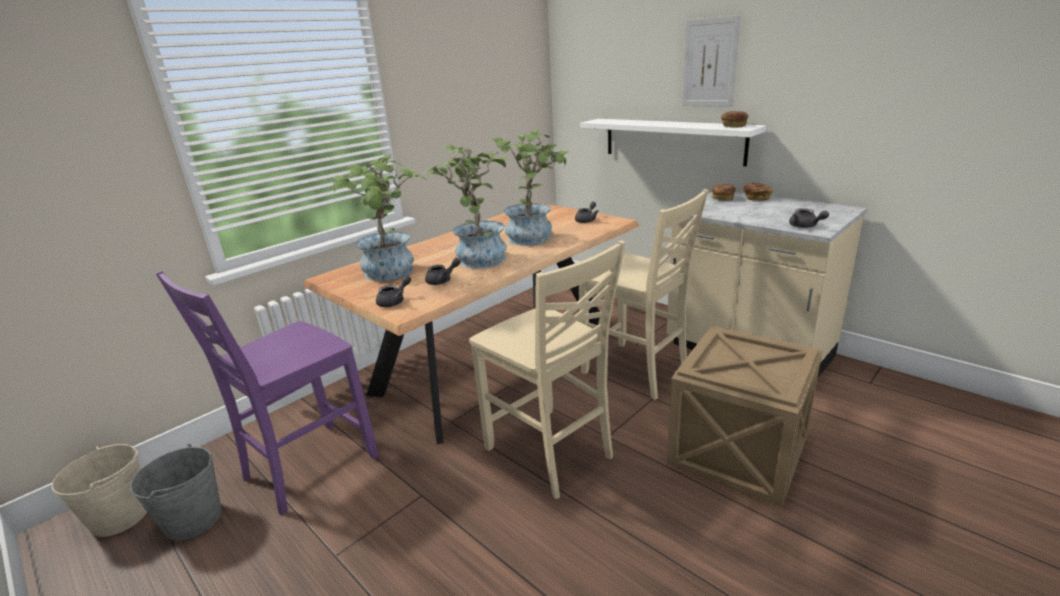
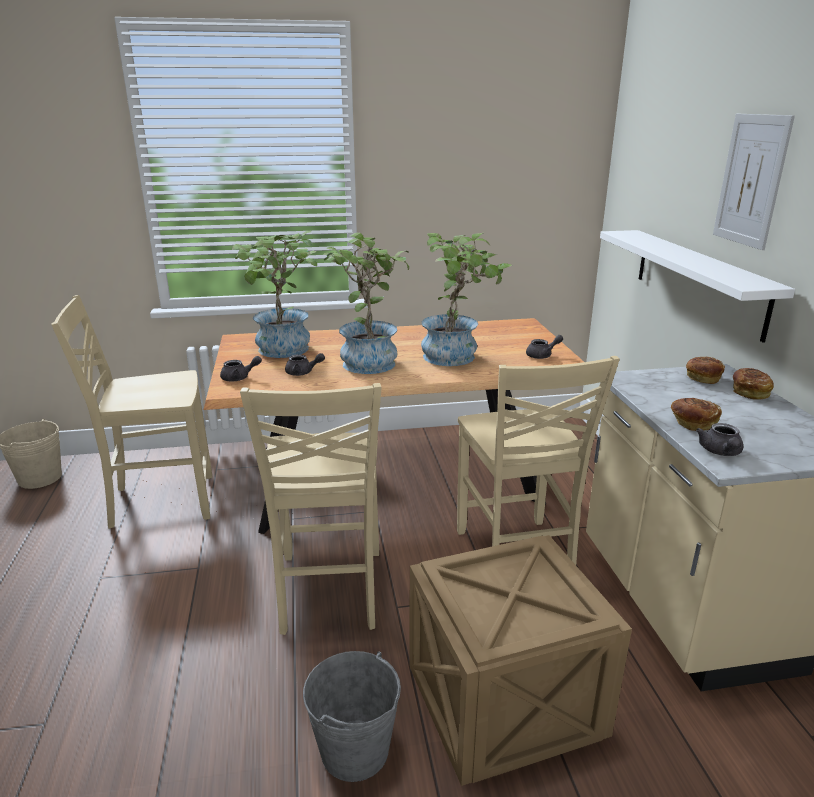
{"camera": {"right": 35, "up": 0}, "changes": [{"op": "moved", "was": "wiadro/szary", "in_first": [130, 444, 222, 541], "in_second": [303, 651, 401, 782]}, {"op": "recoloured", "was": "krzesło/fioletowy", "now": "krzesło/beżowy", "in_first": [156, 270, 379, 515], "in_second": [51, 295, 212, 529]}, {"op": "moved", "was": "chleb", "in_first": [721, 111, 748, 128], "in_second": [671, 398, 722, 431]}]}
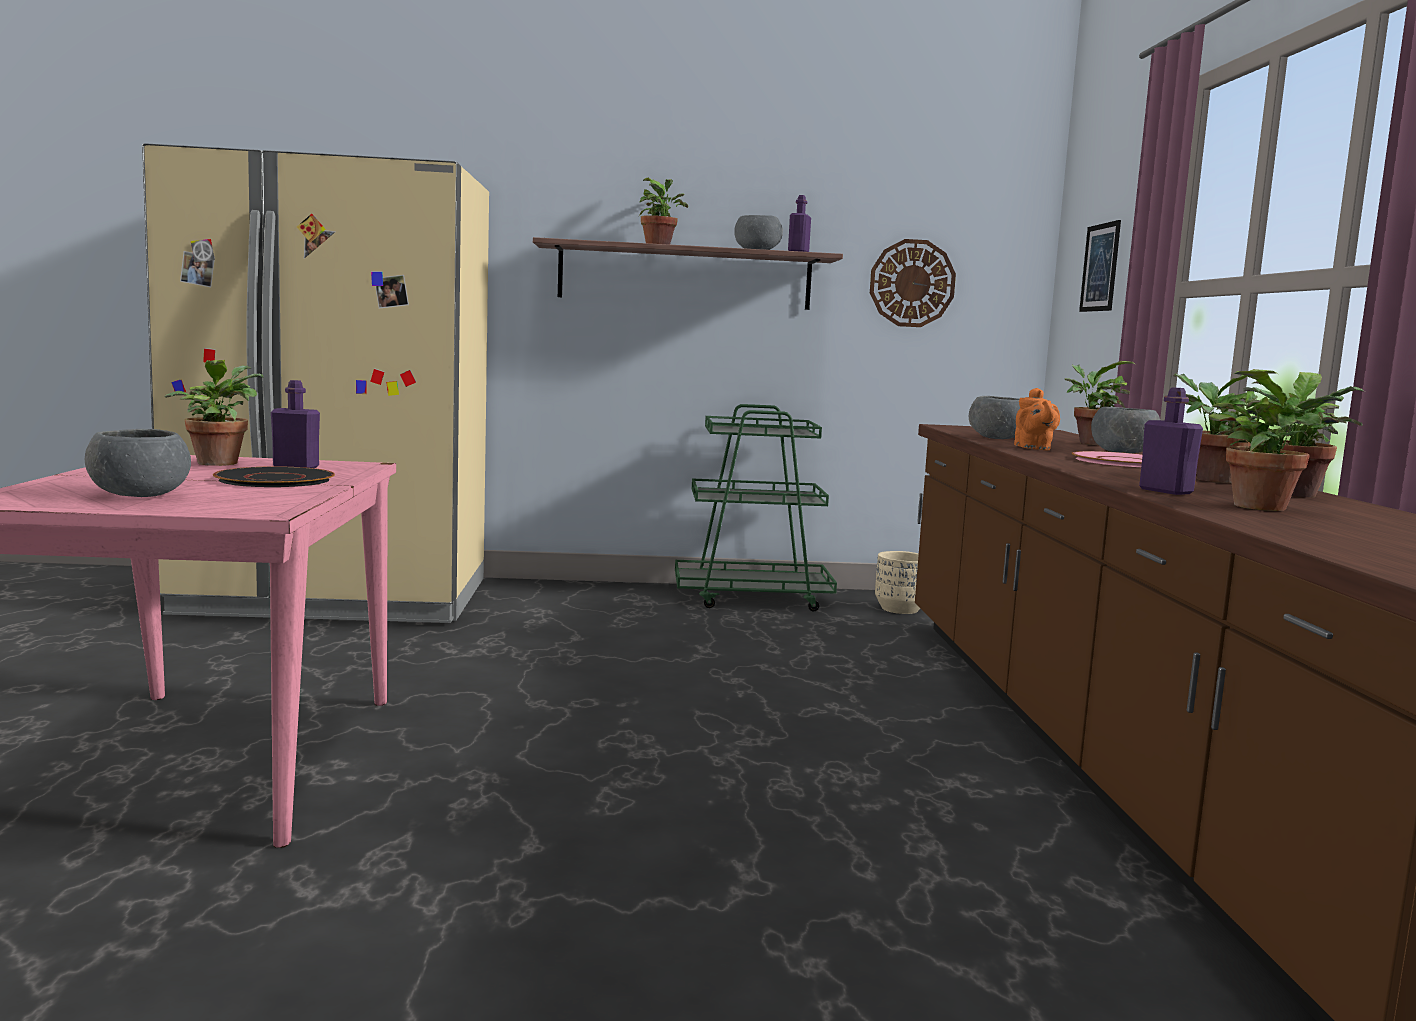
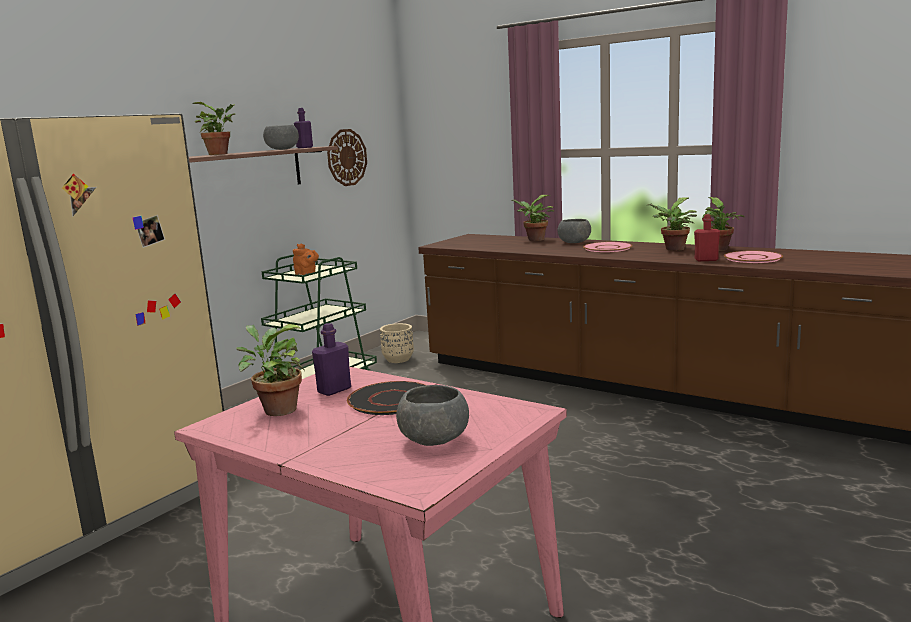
{"camera": {"right": -50, "up": 5}, "changes": [{"op": "removed", "was": "miska/szary", "in_first": [969, 396, 1020, 439]}, {"op": "moved", "was": "imbryk/pomarańczowy", "in_first": [1014, 388, 1060, 450], "in_second": [293, 244, 319, 275]}, {"op": "removed", "was": "obraz", "in_first": [1079, 220, 1121, 312]}, {"op": "recoloured", "was": "butelka/fioletowy", "now": "butelka/czerwony", "in_first": [1139, 387, 1203, 495], "in_second": [694, 214, 720, 261]}, {"op": "replaced", "was": "roślina doniczkowa", "now": "talerz/różowy", "in_first": [1209, 371, 1365, 511], "in_second": [724, 251, 783, 263]}]}
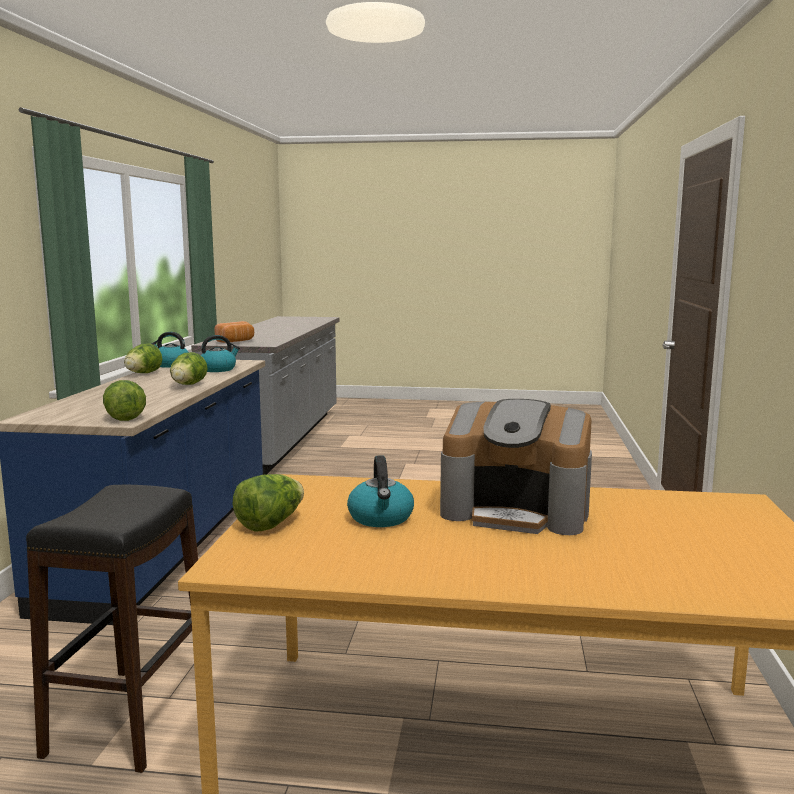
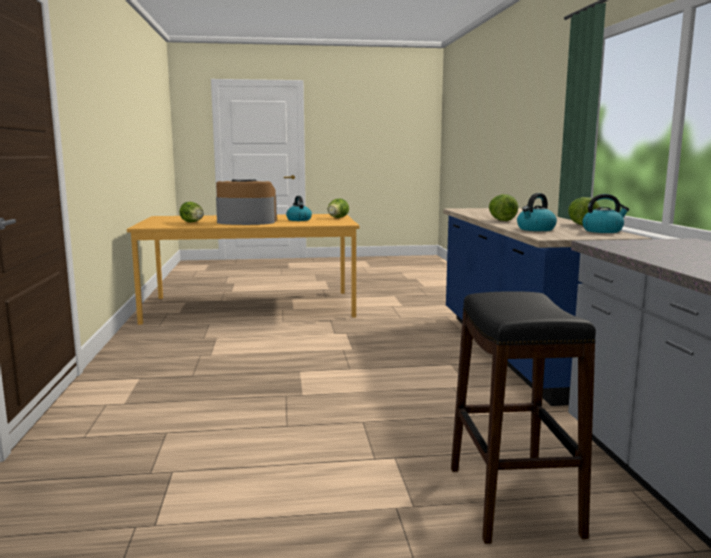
{"camera": {"right": 165, "up": 0}, "changes": [{"op": "moved", "was": "stołek/czarny", "in_first": [26, 485, 198, 773], "in_second": [451, 291, 596, 544]}, {"op": "moved", "was": "sałata", "in_first": [103, 380, 146, 421], "in_second": [179, 202, 204, 222]}, {"op": "removed", "was": "chleb", "in_first": [215, 321, 254, 343]}]}
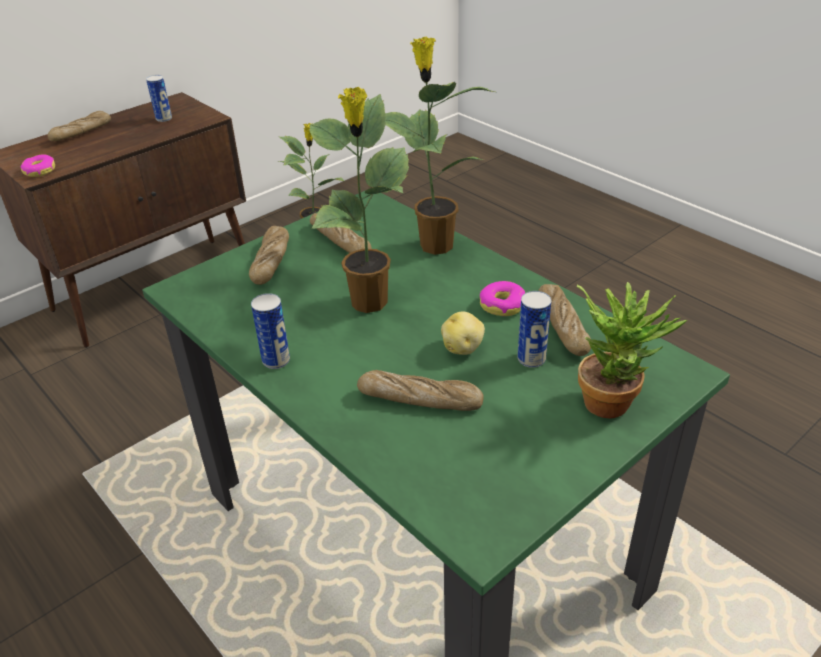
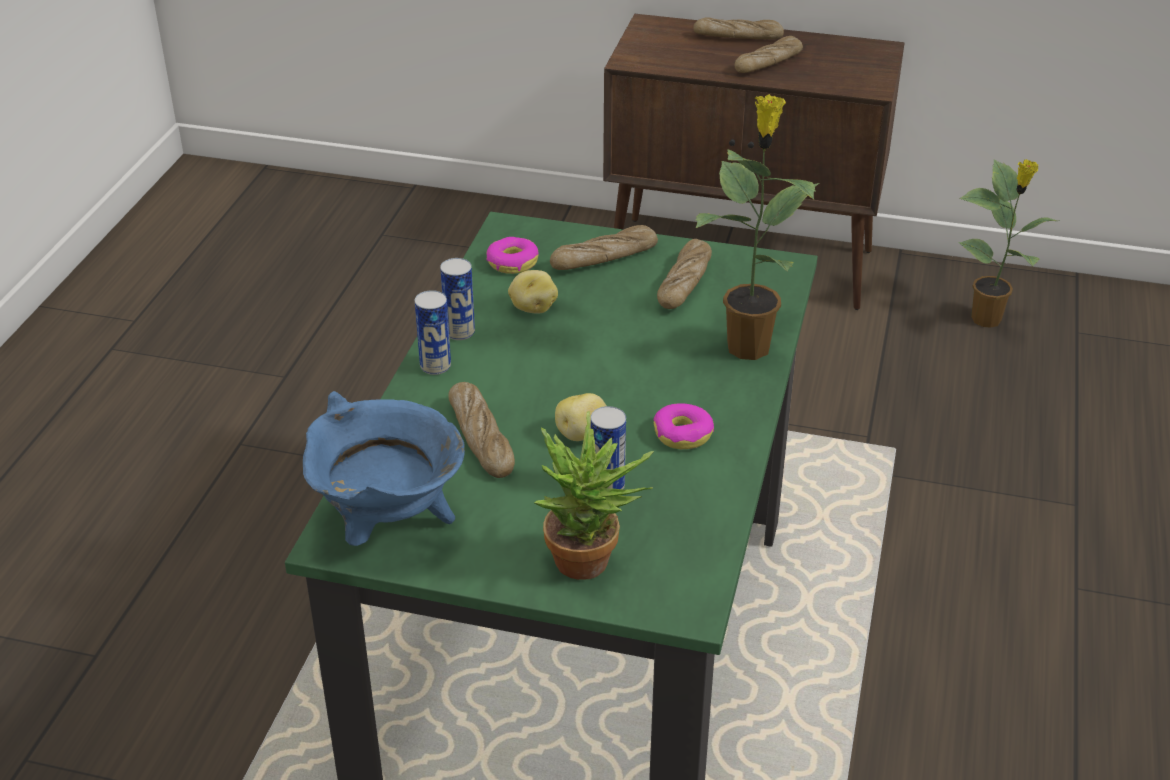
{"camera": {"right": 55, "up": 0}, "changes": [{"op": "moved", "was": "donut", "in_first": [20, 154, 55, 177], "in_second": [486, 237, 539, 274]}, {"op": "moved", "was": "puszka", "in_first": [146, 75, 172, 122], "in_second": [415, 290, 451, 375]}, {"op": "removed", "was": "roślina doniczkowa", "in_first": [309, 87, 409, 313]}, {"op": "moved", "was": "chleb", "in_first": [538, 284, 591, 356], "in_second": [735, 36, 803, 73]}, {"op": "added", "now": "garnek/niebieski", "in_second": [303, 391, 465, 546]}, {"op": "added", "now": "ziemniak", "in_second": [508, 270, 558, 314]}]}
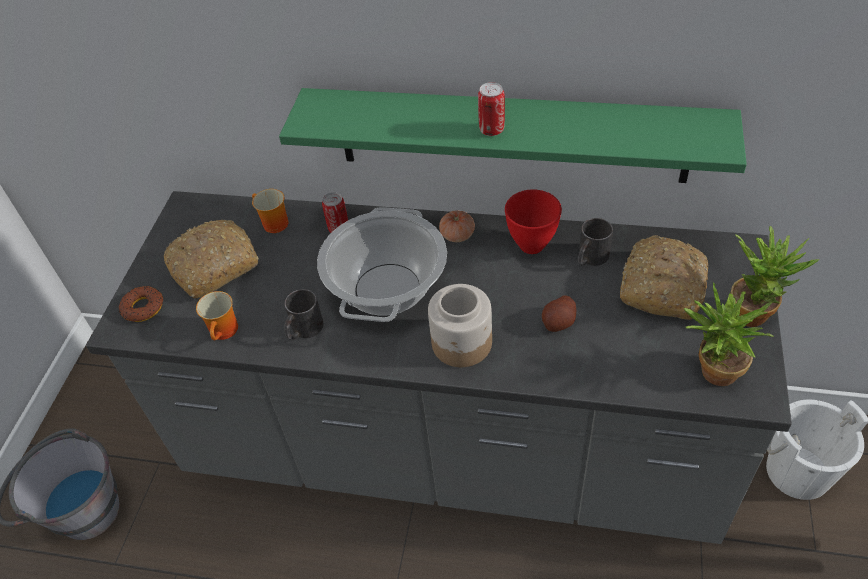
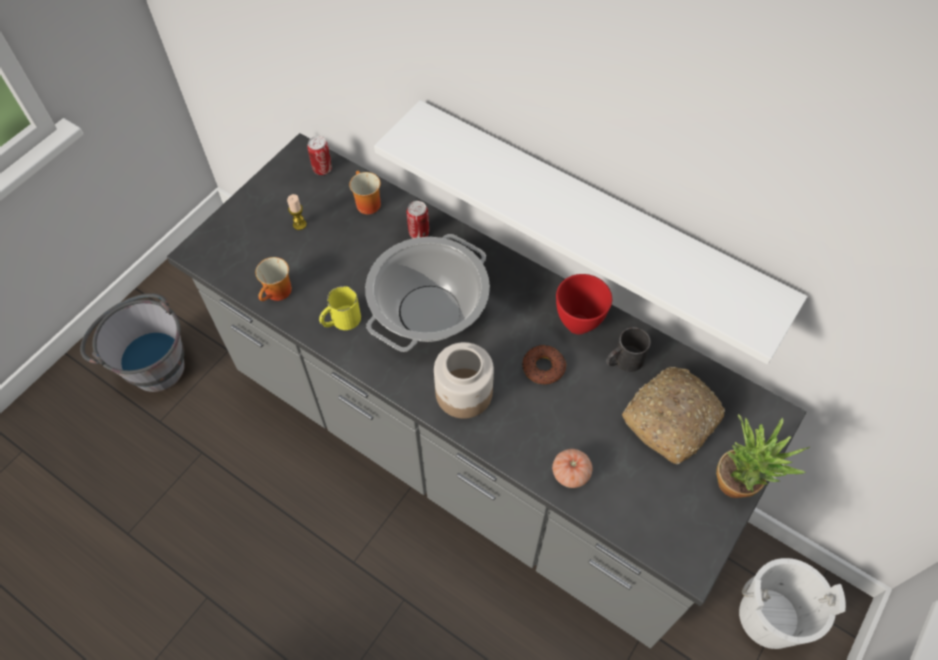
{"camera": {"right": 20, "up": 10}, "changes": [{"op": "moved", "was": "donut", "in_first": [119, 286, 163, 322], "in_second": [522, 345, 566, 384]}, {"op": "replaced", "was": "chleb", "now": "świeca", "in_first": [164, 220, 259, 299], "in_second": [287, 194, 307, 230]}, {"op": "recoloured", "was": "półka/zielony", "now": "półka/biały", "in_first": [279, 88, 747, 183], "in_second": [374, 100, 807, 364]}, {"op": "recoloured", "was": "kubek/czarny", "now": "kubek/żółty", "in_first": [284, 289, 324, 340], "in_second": [319, 286, 361, 330]}, {"op": "moved", "was": "pomidor", "in_first": [439, 210, 475, 242], "in_second": [552, 449, 593, 488]}, {"op": "moved", "was": "puszka", "in_first": [478, 82, 505, 136], "in_second": [307, 136, 332, 175]}, {"op": "removed", "was": "ziemniak", "in_first": [542, 295, 576, 332]}, {"op": "removed", "was": "roślina doniczkowa", "in_first": [684, 282, 773, 386]}]}
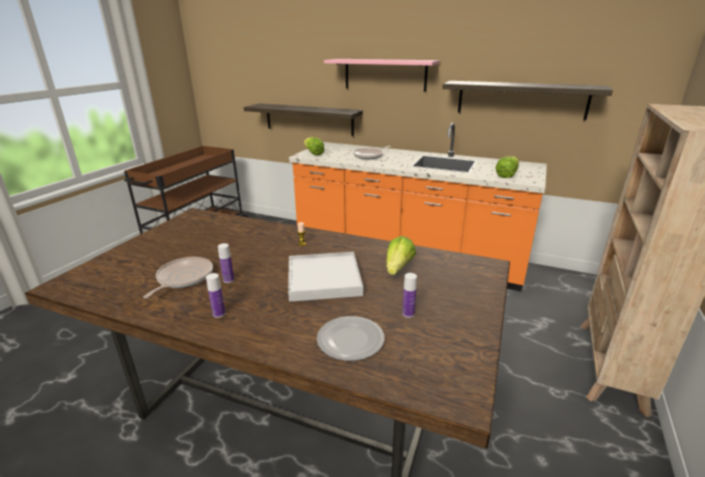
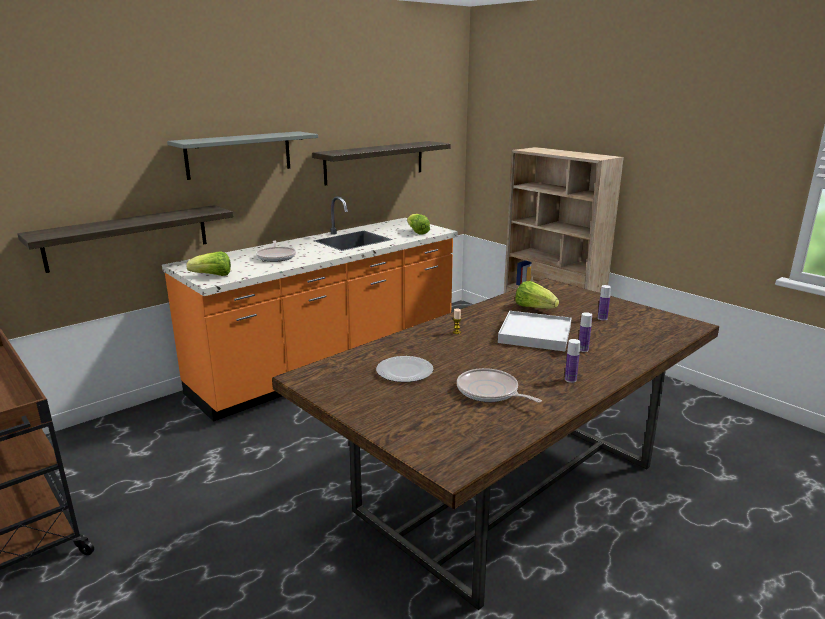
{"camera": {"right": -65, "up": -5}, "changes": [{"op": "moved", "was": "butelka", "in_first": [218, 243, 234, 283], "in_second": [579, 312, 592, 352]}, {"op": "moved", "was": "talerz", "in_first": [317, 316, 384, 361], "in_second": [376, 356, 434, 382]}, {"op": "recoloured", "was": "półka/różowy", "now": "półka/szary", "in_first": [324, 59, 440, 92], "in_second": [167, 131, 318, 180]}]}
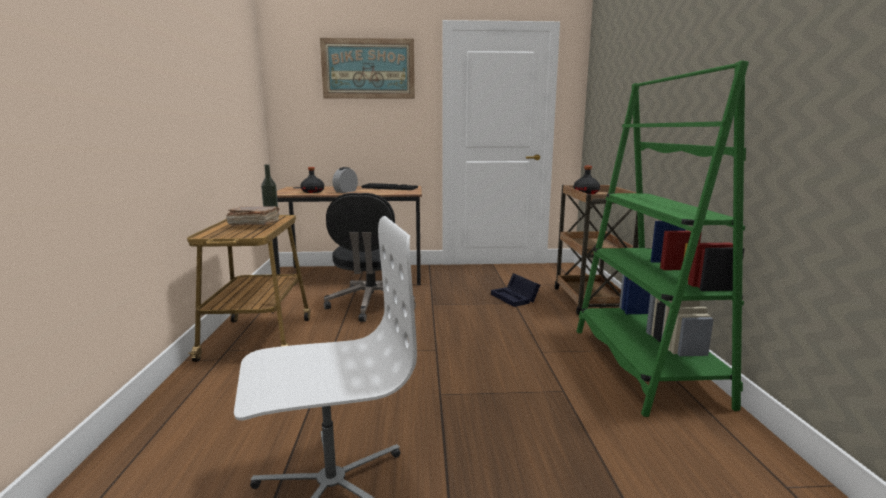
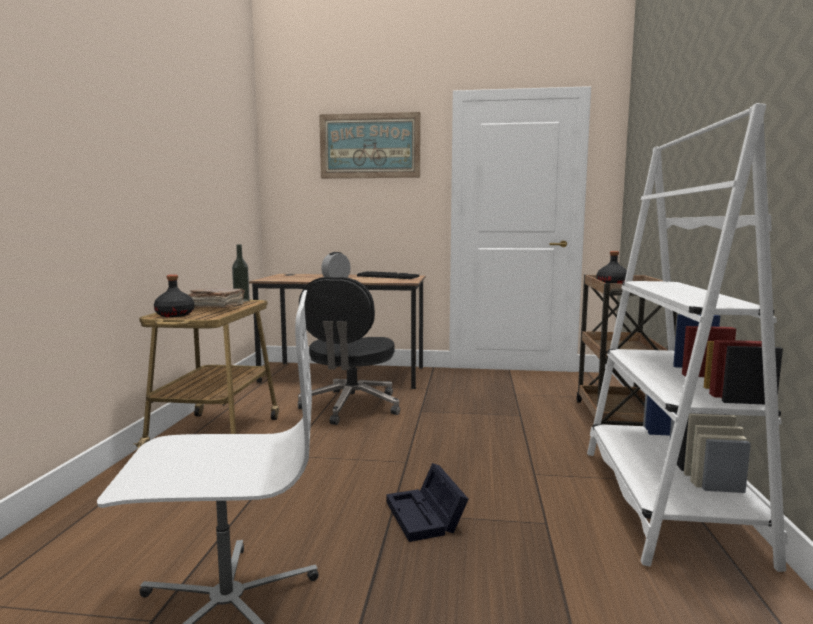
{"camera": {"right": 10, "up": -5}, "changes": [{"op": "moved", "was": "butelka/czarny", "in_first": [300, 167, 324, 193], "in_second": [154, 275, 194, 317]}, {"op": "moved", "was": "pojemnik do przechowywania/czarny", "in_first": [491, 273, 540, 307], "in_second": [386, 463, 469, 542]}, {"op": "recoloured", "was": "regał/zielony", "now": "regał/biały", "in_first": [577, 60, 749, 417], "in_second": [587, 103, 788, 572]}]}
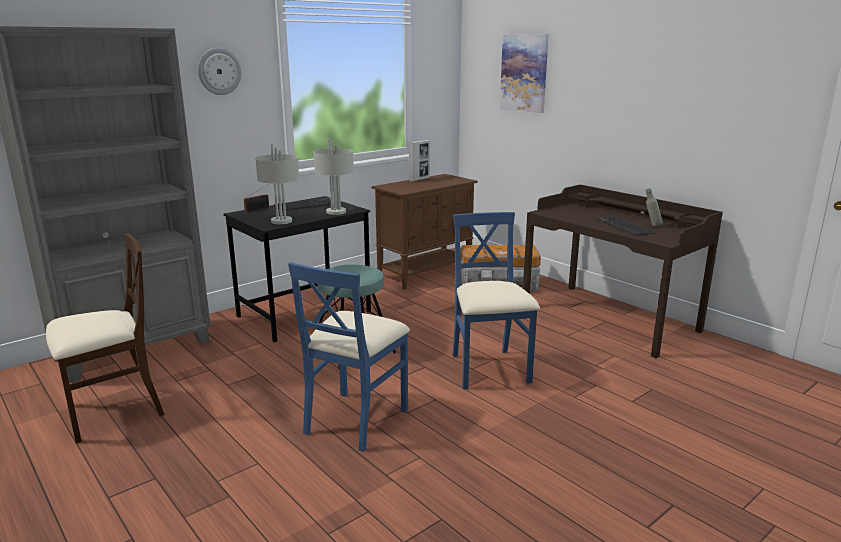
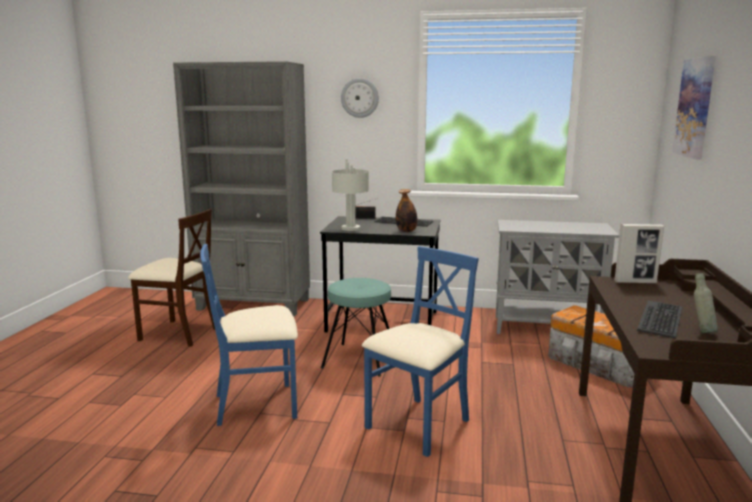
{"camera": {"right": 50, "up": -5}, "changes": [{"op": "replaced", "was": "lampa stołowa/szary", "now": "butelka", "in_first": [313, 138, 354, 215], "in_second": [396, 189, 417, 232]}, {"op": "recoloured", "was": "szafka/brązowy", "now": "szafka/szary", "in_first": [371, 174, 478, 290], "in_second": [496, 220, 619, 334]}, {"op": "moved", "was": "ramka na zdjęcie", "in_first": [409, 140, 430, 182], "in_second": [614, 224, 664, 283]}]}
